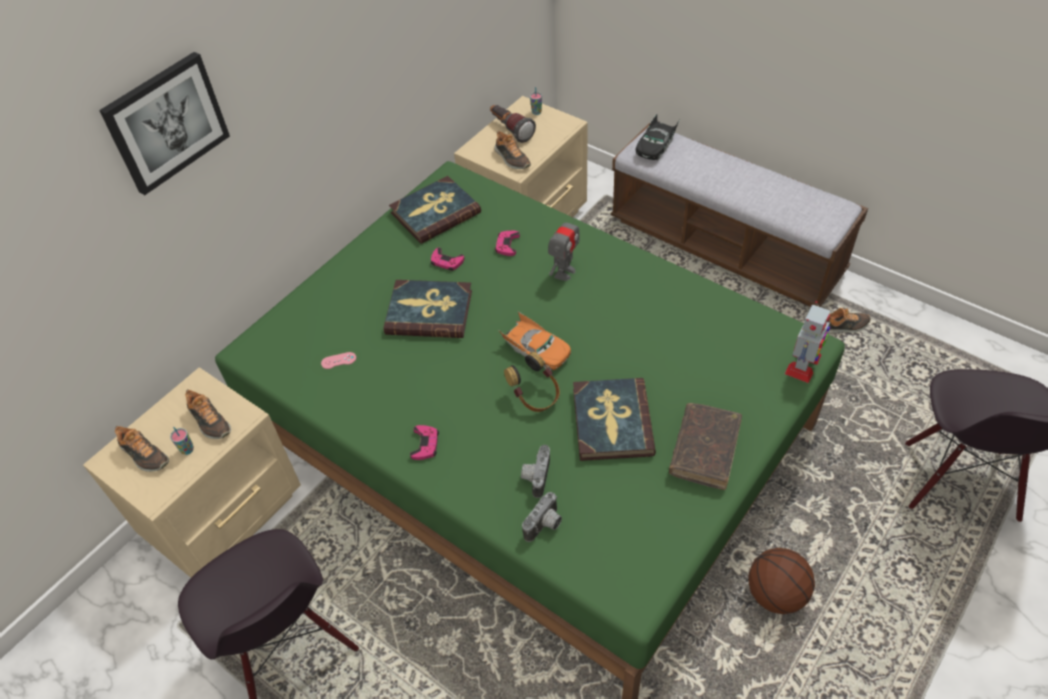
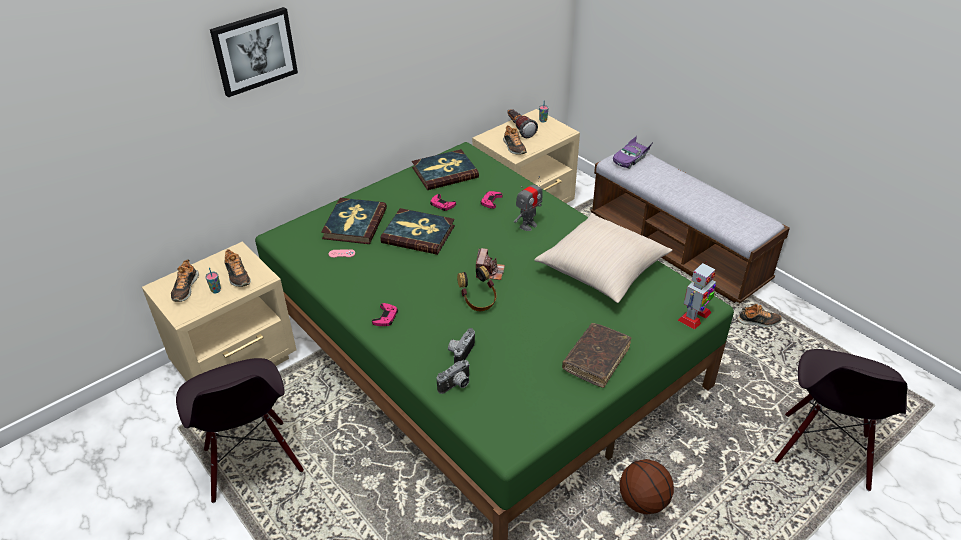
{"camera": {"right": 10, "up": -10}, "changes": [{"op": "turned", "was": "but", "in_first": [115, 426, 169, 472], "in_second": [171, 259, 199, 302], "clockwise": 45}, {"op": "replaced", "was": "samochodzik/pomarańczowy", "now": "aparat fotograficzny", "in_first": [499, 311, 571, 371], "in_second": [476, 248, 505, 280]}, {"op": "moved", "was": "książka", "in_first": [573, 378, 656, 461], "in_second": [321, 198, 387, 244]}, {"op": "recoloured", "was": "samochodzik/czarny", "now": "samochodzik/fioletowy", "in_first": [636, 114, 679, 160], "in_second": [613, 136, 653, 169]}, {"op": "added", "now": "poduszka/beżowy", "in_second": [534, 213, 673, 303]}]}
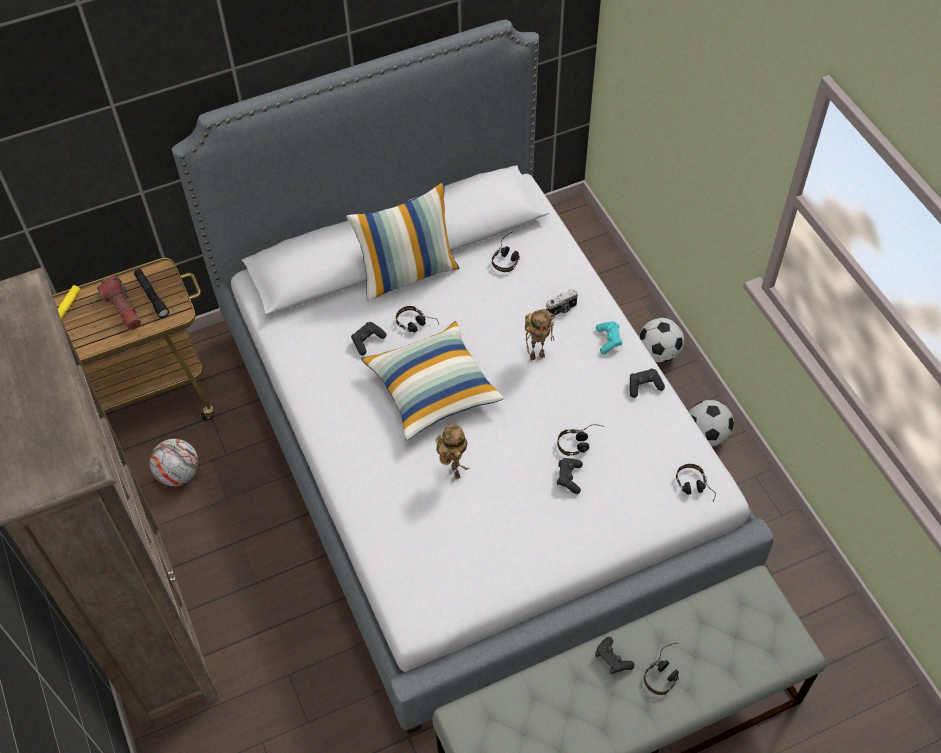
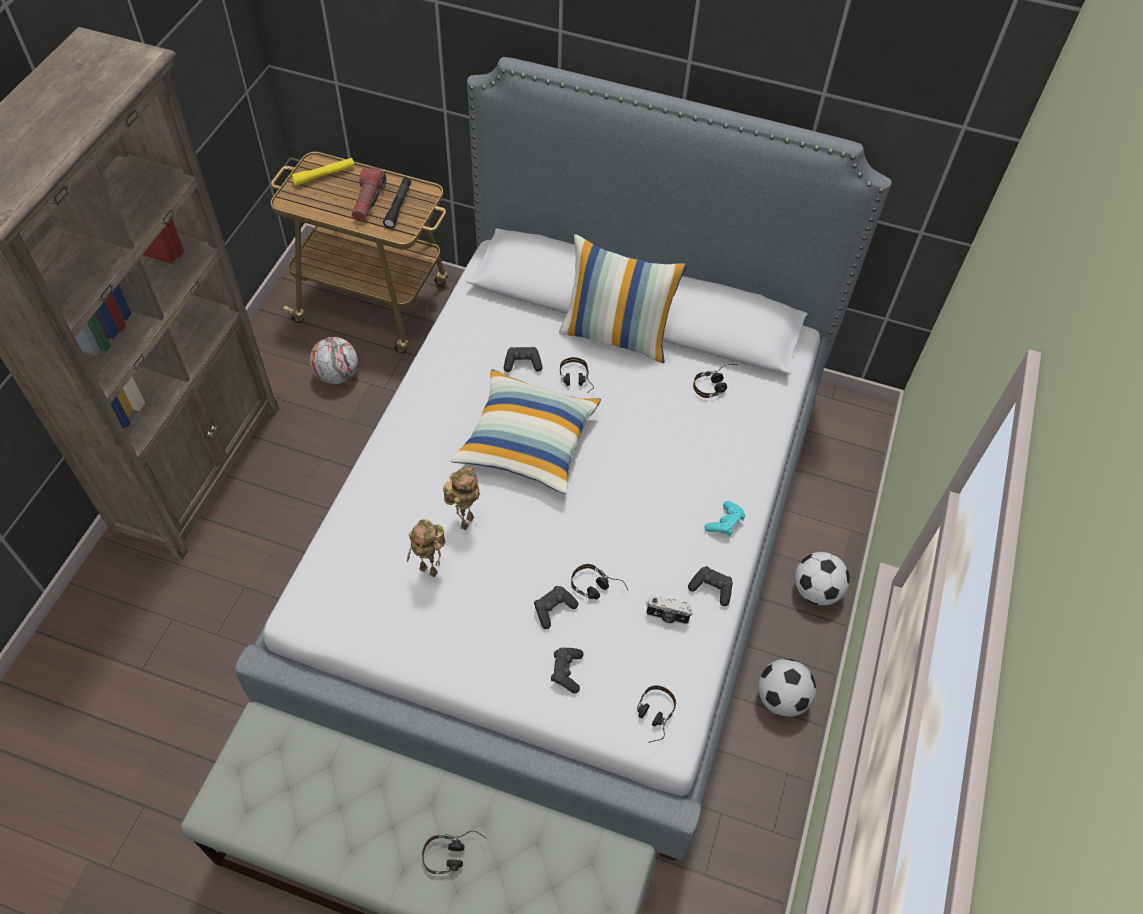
{"camera": {"right": 40, "up": 0}, "changes": [{"op": "moved", "was": "robot zabawkowy", "in_first": [525, 309, 555, 360], "in_second": [407, 519, 445, 577]}, {"op": "moved", "was": "aparat fotograficzny", "in_first": [546, 289, 578, 318], "in_second": [646, 596, 693, 624]}, {"op": "moved", "was": "pad do gier/czarny", "in_first": [595, 637, 635, 674], "in_second": [551, 648, 584, 694]}]}
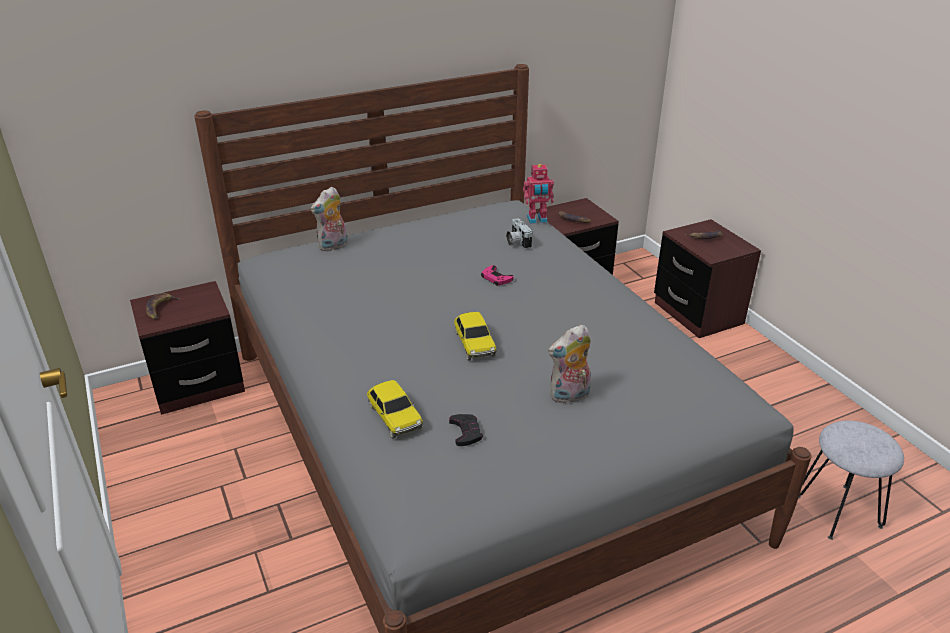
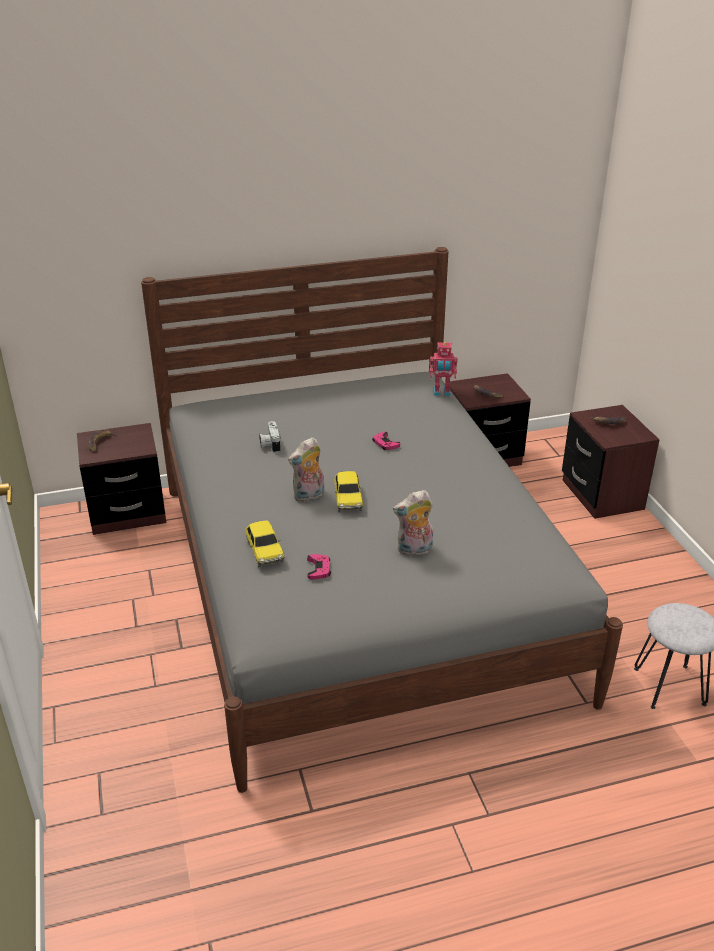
{"camera": {"right": 10, "up": 0}, "changes": [{"op": "moved", "was": "pluszak", "in_first": [311, 186, 348, 252], "in_second": [288, 437, 324, 503]}, {"op": "recoloured", "was": "pad do gier/czarny", "now": "pad do gier/różowy", "in_first": [449, 414, 483, 446], "in_second": [307, 554, 331, 579]}, {"op": "moved", "was": "aparat fotograficzny", "in_first": [506, 218, 533, 249], "in_second": [259, 421, 281, 453]}]}
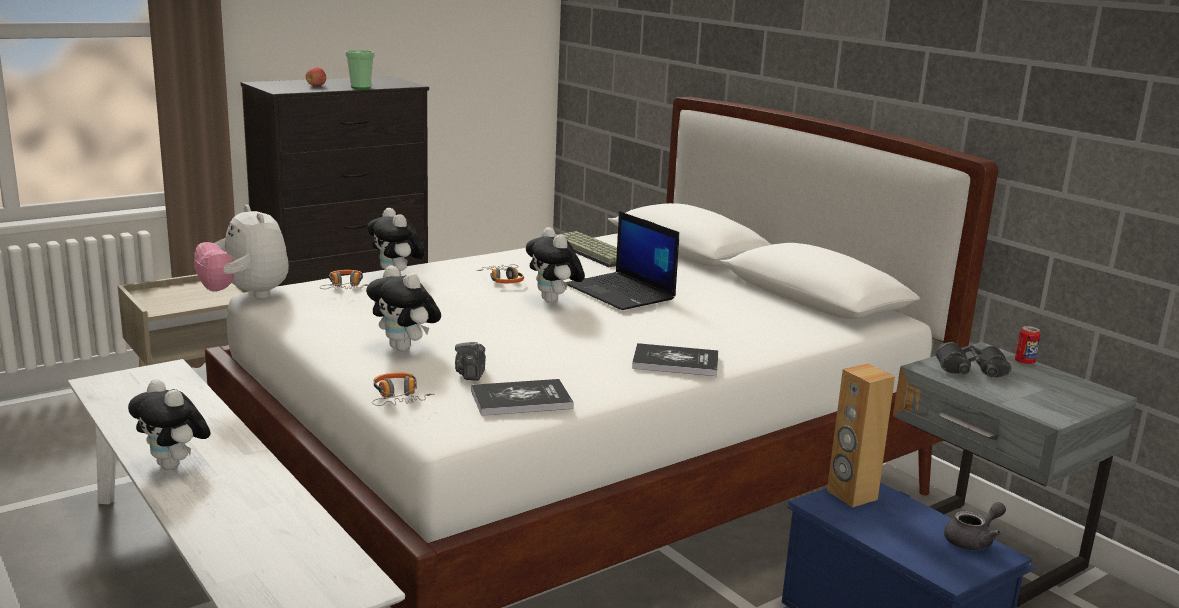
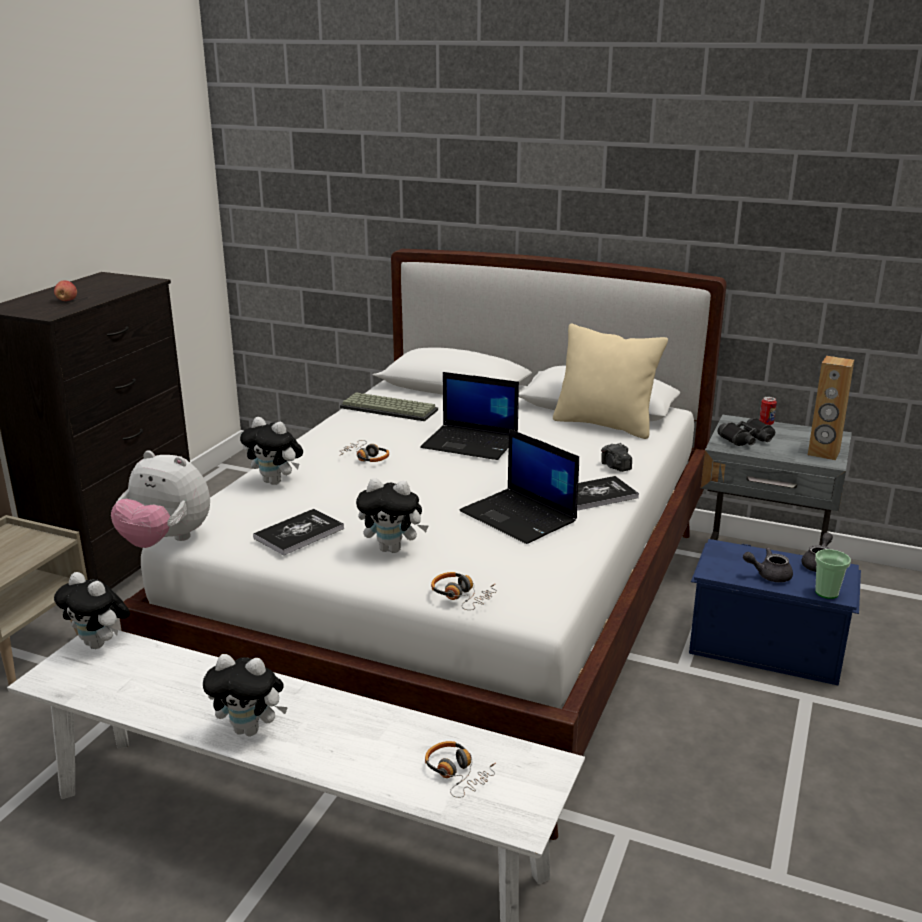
{"camera": {"right": -30, "up": 5}, "changes": [{"op": "moved", "was": "słuchawki", "in_first": [320, 270, 368, 290], "in_second": [425, 741, 496, 798]}, {"op": "moved", "was": "filiżanka", "in_first": [345, 50, 375, 89], "in_second": [815, 549, 851, 599]}, {"op": "moved", "was": "aparat fotograficzny", "in_first": [455, 342, 486, 381], "in_second": [601, 443, 632, 472]}, {"op": "moved", "was": "książka", "in_first": [471, 379, 574, 416], "in_second": [253, 509, 344, 555]}, {"op": "moved", "was": "pluszak", "in_first": [526, 227, 585, 303], "in_second": [54, 572, 130, 649]}, {"op": "moved", "was": "głośnik/brązowy", "in_first": [827, 364, 895, 507], "in_second": [808, 356, 854, 460]}, {"op": "added", "now": "laptop", "in_second": [459, 429, 579, 544]}, {"op": "added", "now": "poduszka/beżowy", "in_second": [553, 323, 668, 439]}, {"op": "added", "now": "imbryk/szary", "in_second": [743, 548, 793, 582]}]}
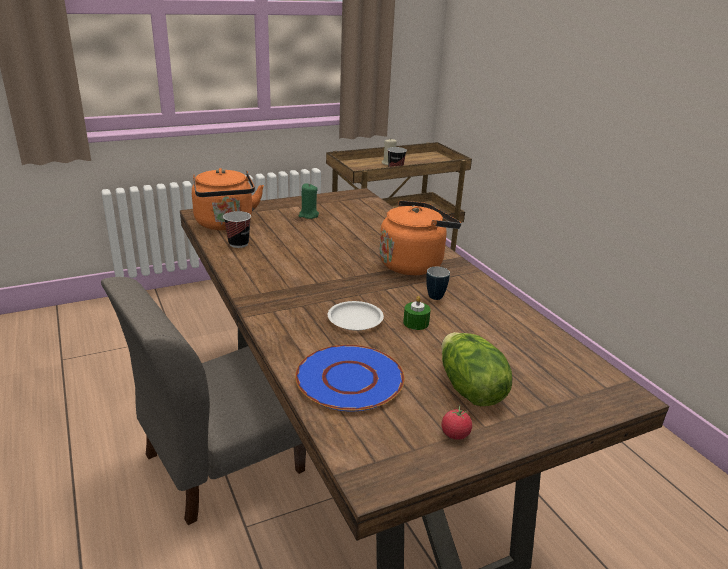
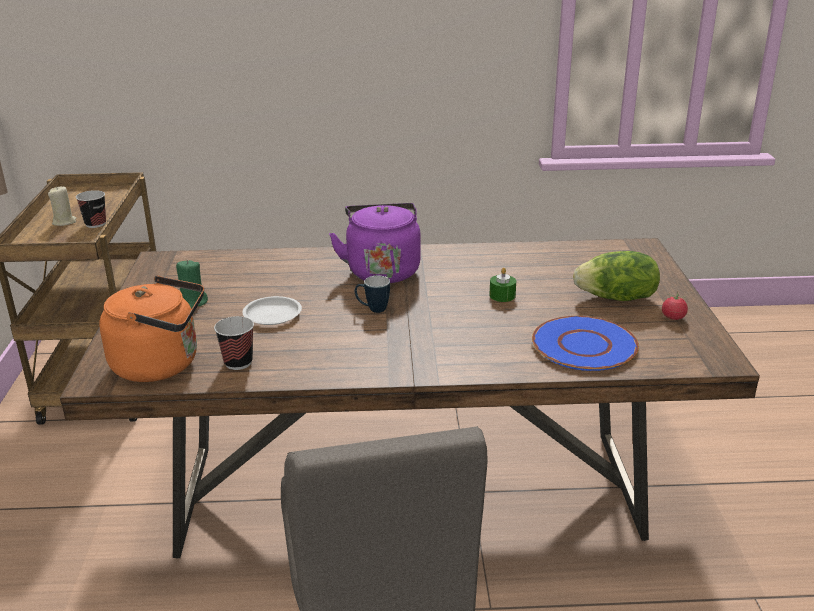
{"camera": {"right": -65, "up": 0}, "changes": [{"op": "moved", "was": "talerz/biały", "in_first": [328, 301, 384, 331], "in_second": [243, 296, 302, 325]}, {"op": "recoloured", "was": "czajnik/pomarańczowy", "now": "czajnik/fioletowy", "in_first": [379, 200, 461, 275], "in_second": [329, 203, 421, 283]}, {"op": "moved", "was": "kubek", "in_first": [426, 267, 450, 300], "in_second": [355, 276, 390, 313]}]}
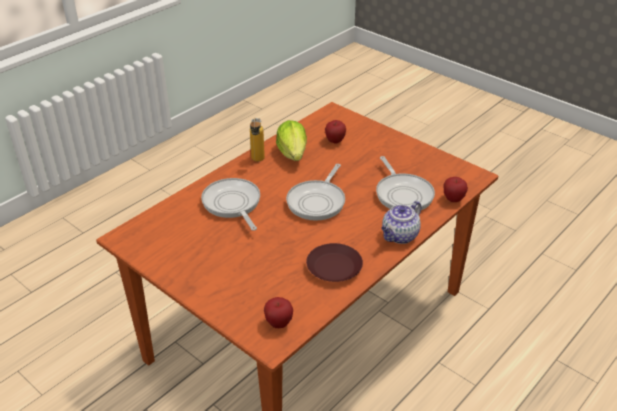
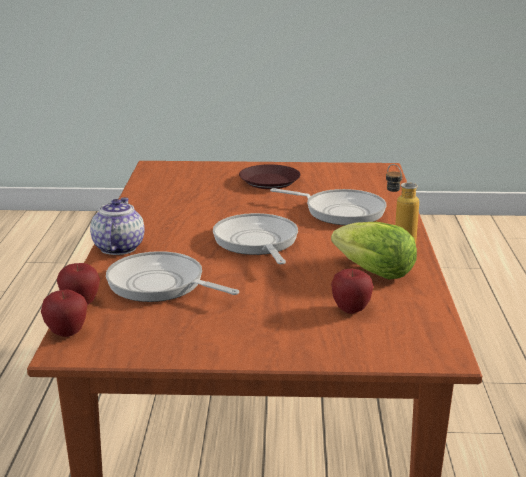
{"camera": {"right": 140, "up": -15}, "changes": [{"op": "moved", "was": "jabłko", "in_first": [264, 297, 293, 328], "in_second": [41, 289, 87, 337]}, {"op": "moved", "was": "talerz/brązowy", "in_first": [306, 243, 363, 282], "in_second": [239, 164, 301, 189]}]}
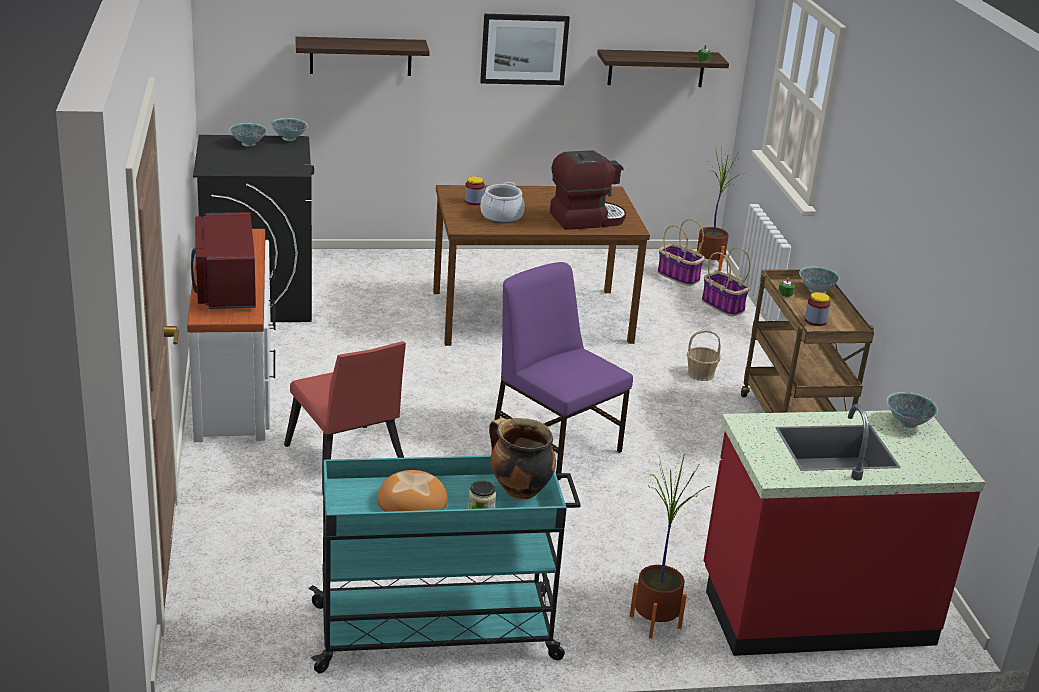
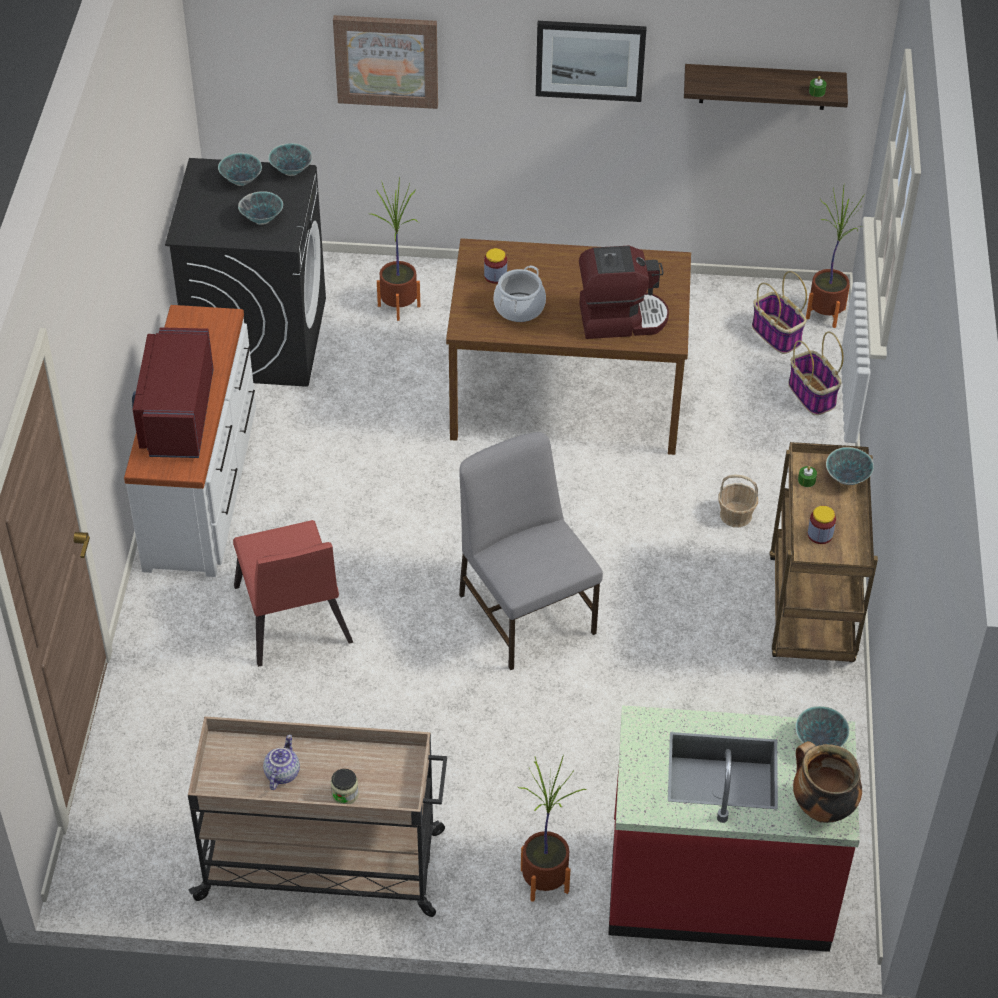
{"camera": {"right": 15, "up": 20}, "changes": [{"op": "replaced", "was": "półka", "now": "obraz", "in_first": [295, 37, 430, 76], "in_second": [333, 15, 438, 109]}, {"op": "recoloured", "was": "wózek/turkusowy", "now": "wózek/beżowy", "in_first": [309, 455, 581, 673], "in_second": [188, 716, 447, 917]}, {"op": "replaced", "was": "chleb", "now": "imbryk", "in_first": [377, 470, 448, 512], "in_second": [263, 735, 300, 790]}, {"op": "moved", "was": "garnek", "in_first": [489, 418, 556, 499], "in_second": [793, 741, 862, 823]}, {"op": "recoloured", "was": "krzesło/fioletowy", "now": "krzesło/szary", "in_first": [494, 262, 633, 480], "in_second": [459, 432, 603, 670]}, {"op": "added", "now": "miska", "in_second": [238, 191, 283, 225]}, {"op": "added", "now": "roślina doniczkowa", "in_second": [371, 176, 420, 321]}]}
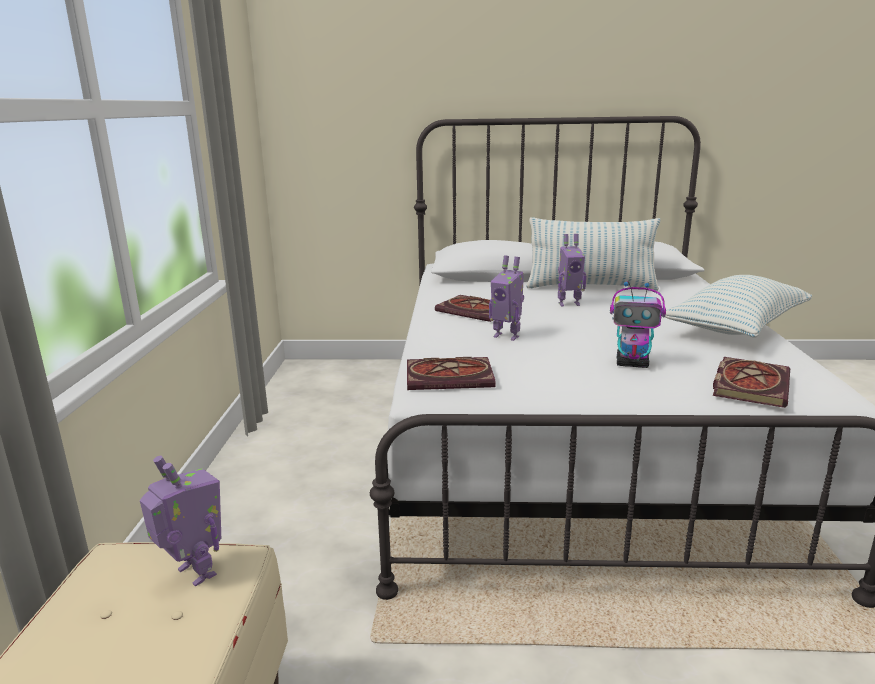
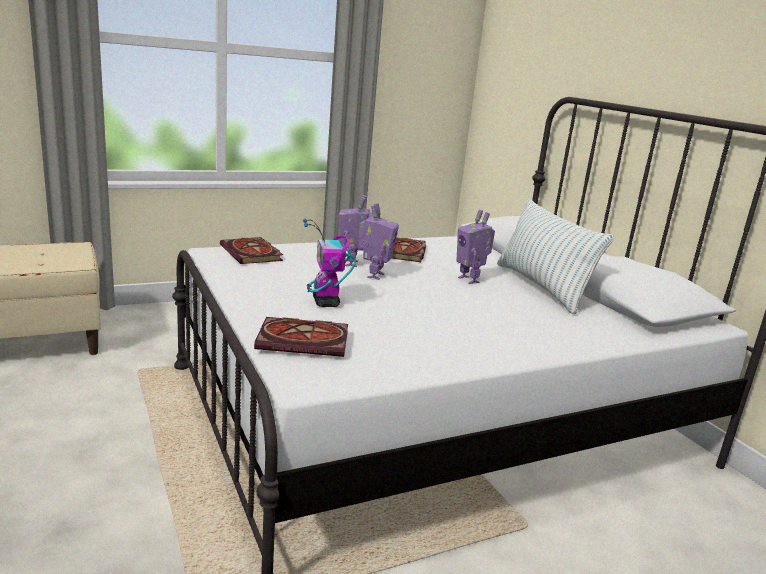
{"camera": {"right": 60, "up": 0}, "changes": [{"op": "moved", "was": "robot zabawkowy", "in_first": [140, 456, 221, 587], "in_second": [358, 203, 399, 280]}, {"op": "removed", "was": "poduszka", "in_first": [665, 275, 812, 338]}]}
